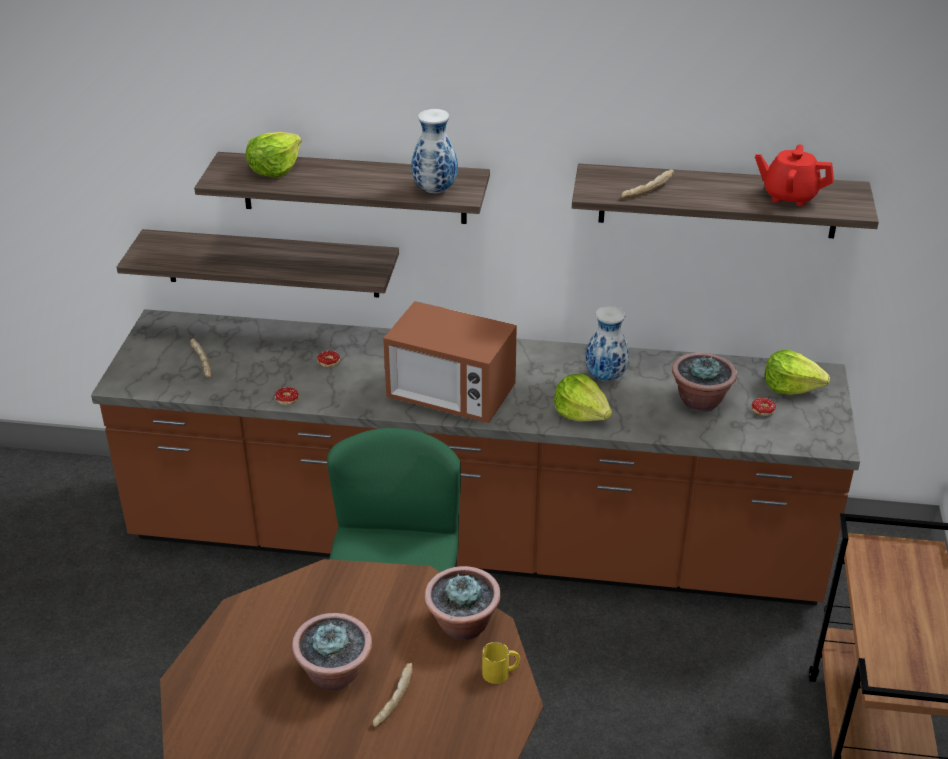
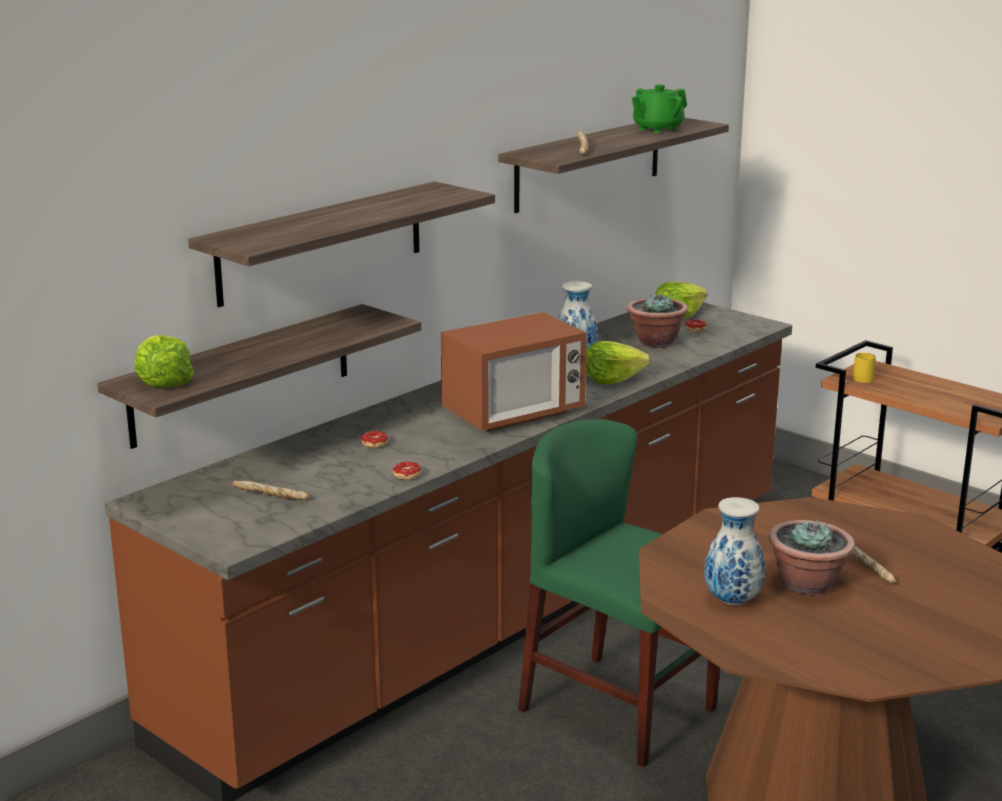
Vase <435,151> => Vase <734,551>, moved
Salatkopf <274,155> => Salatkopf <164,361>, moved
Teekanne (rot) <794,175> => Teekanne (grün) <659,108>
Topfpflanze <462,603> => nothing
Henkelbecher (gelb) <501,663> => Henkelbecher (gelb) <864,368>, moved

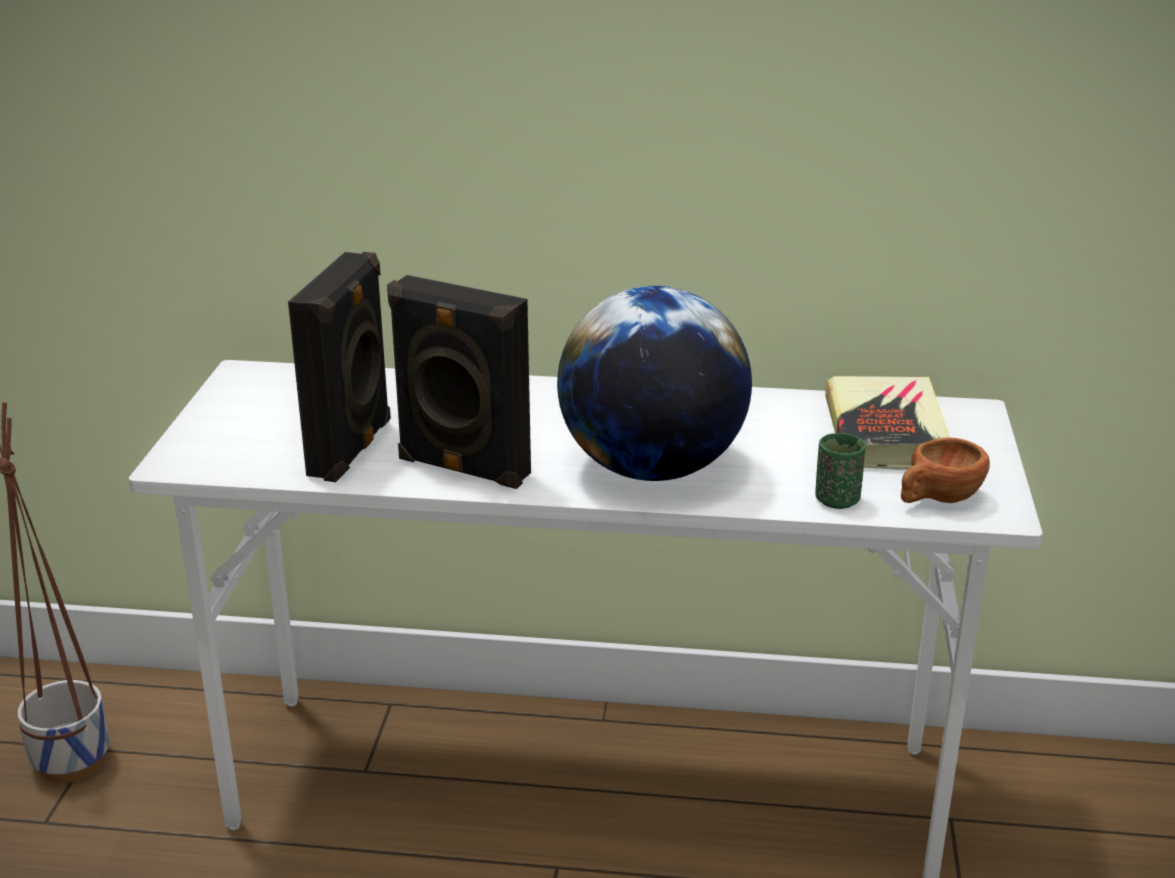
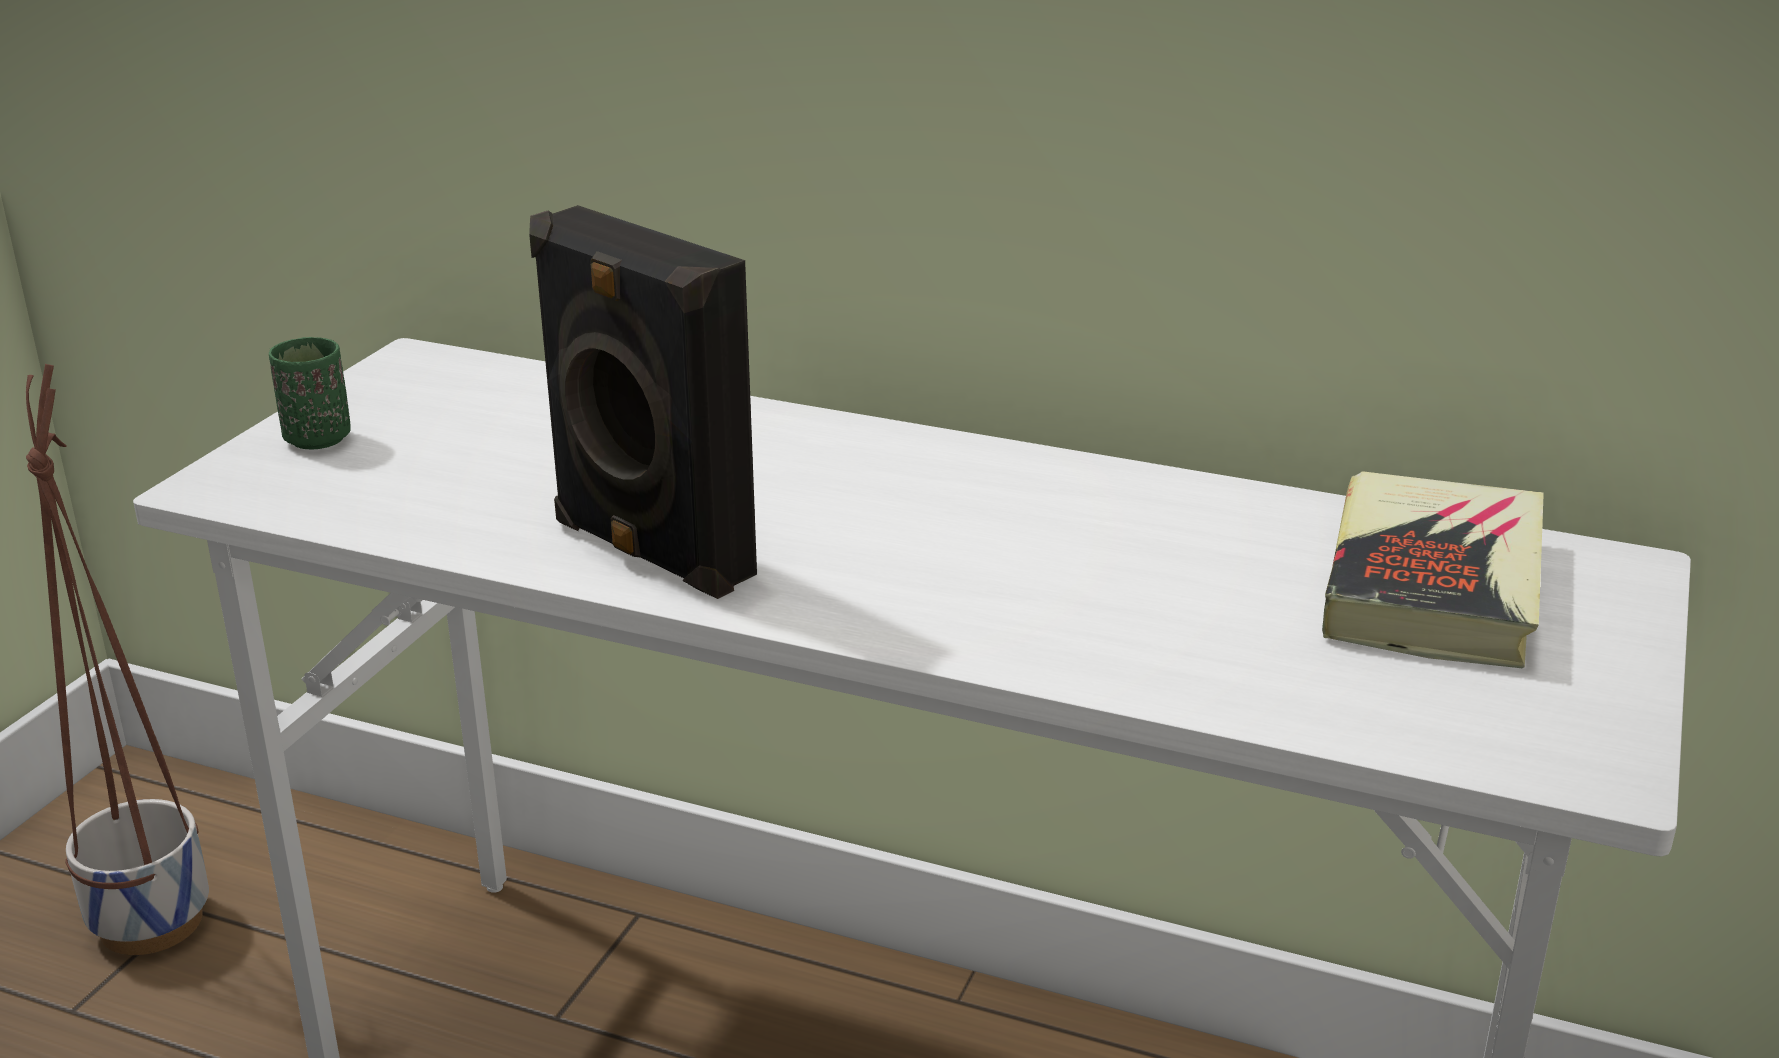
Lautsprecher (schwarz) <339,367> => nothing
Globus <654,383> => nothing
Tasse (grün) <840,471> => Tasse (grün) <309,393>, moved
Tasse (braun) <945,470> => nothing

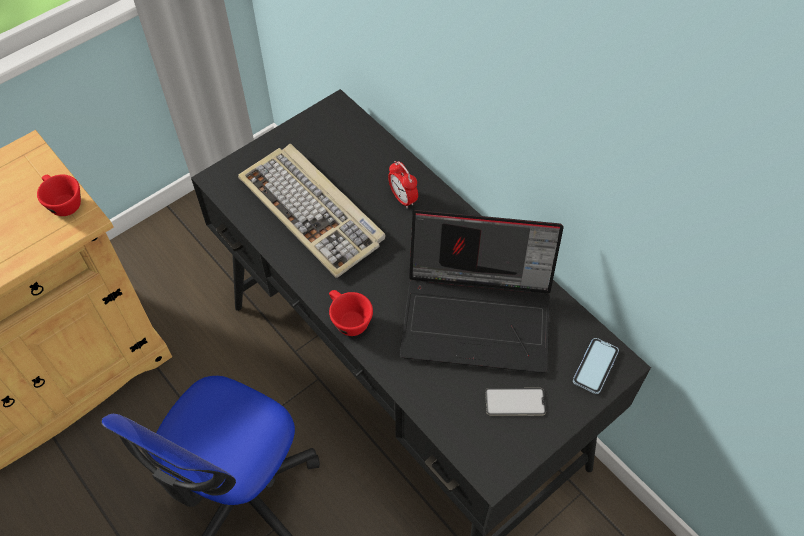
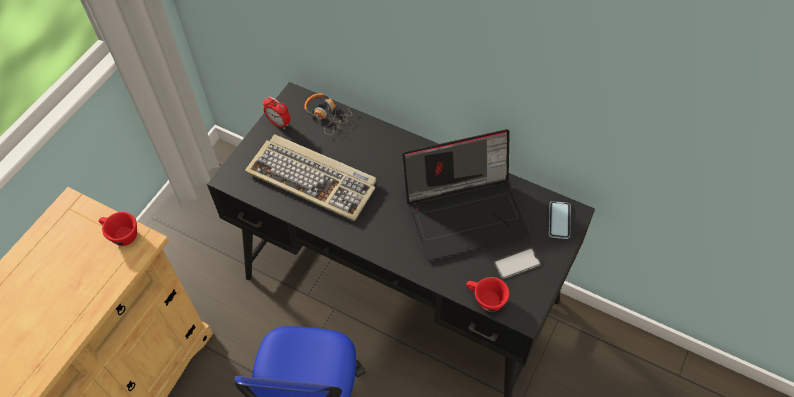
Wecker <403,184> => Wecker <277,113>, moved
Tasse (rot) <351,313> => Tasse (rot) <488,294>, moved
nothing => Kopfhörer <328,114>

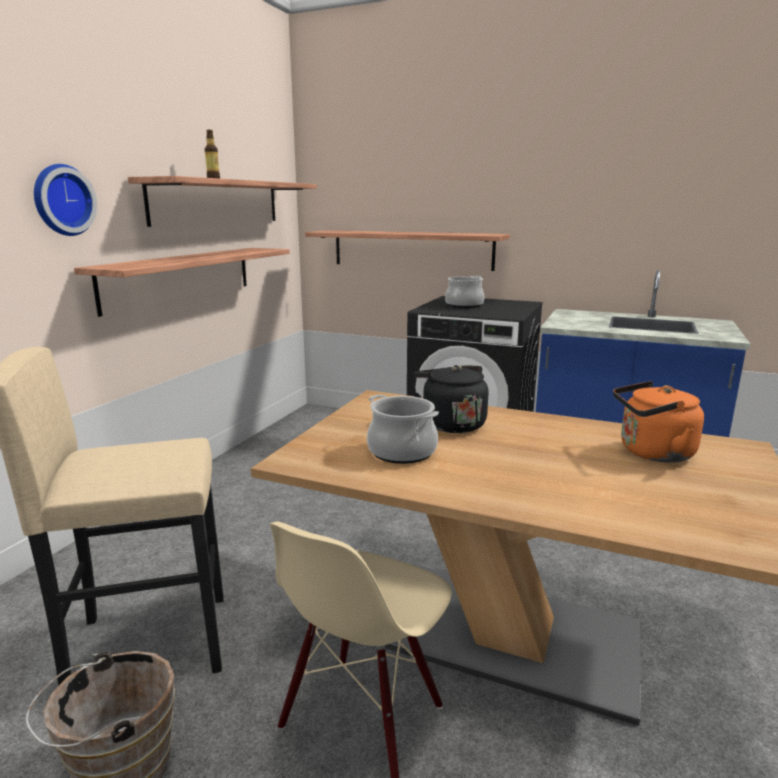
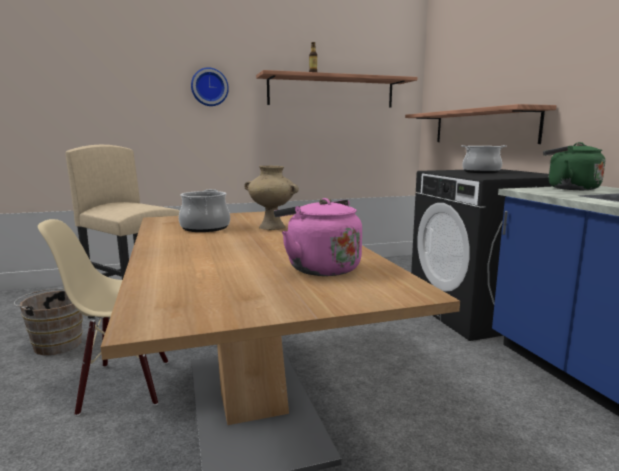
Wandregal <182,282> => nothing
Wasserkessel (schwarz) <451,399> => Vase (beige) <271,198>
Wasserkessel (orange) <658,422> => Wasserkessel (rosa) <318,237>
nothing => Wasserkessel (grün) <574,166>

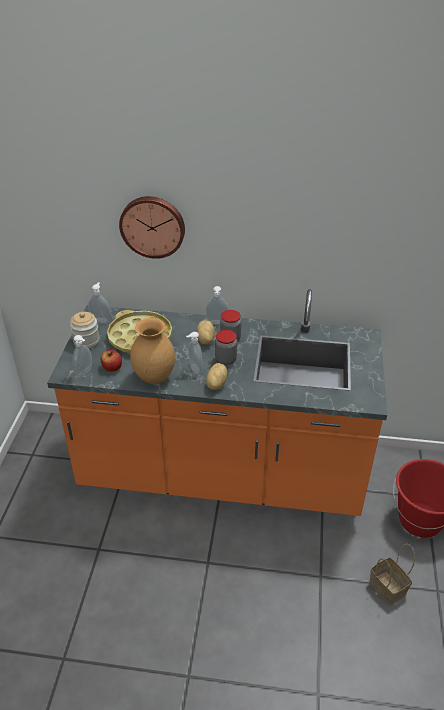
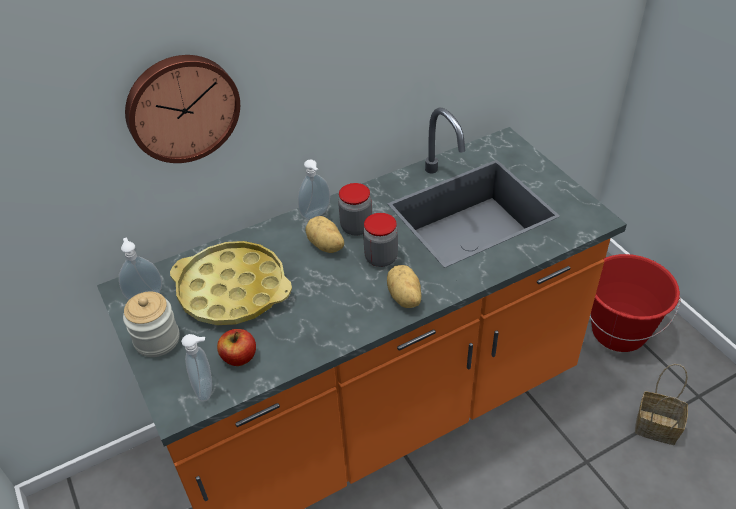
Vase (braun) <152,351> => nothing
Seifenspender <194,353> => nothing

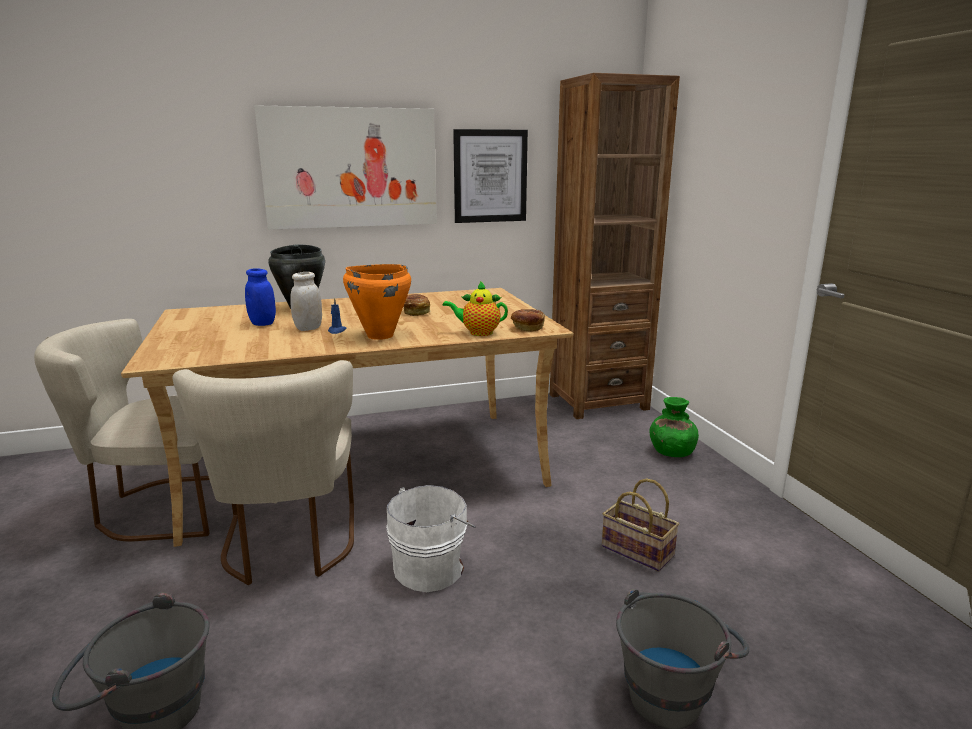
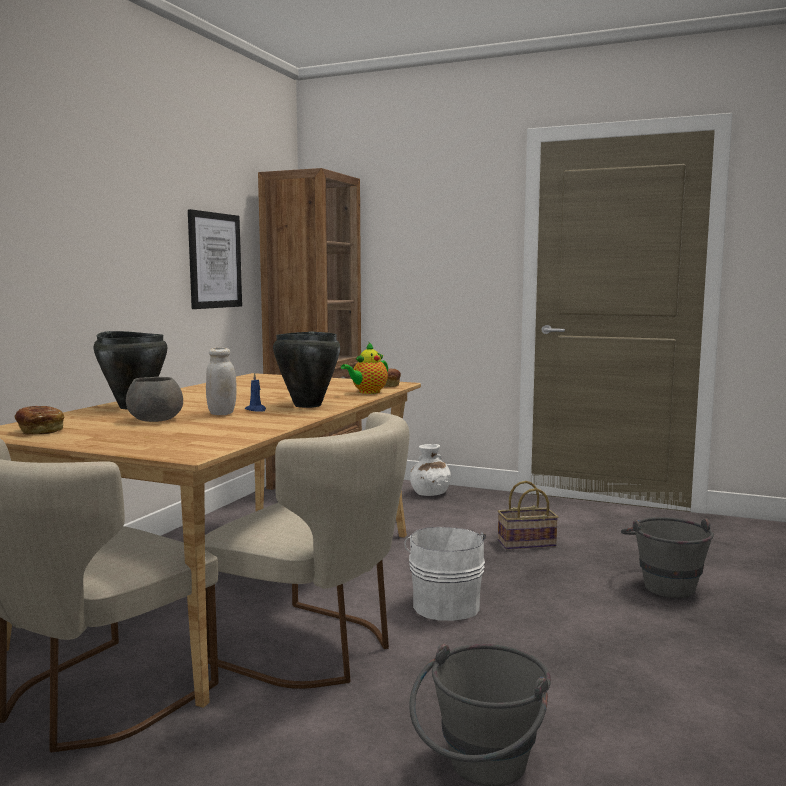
Bild <345,167> => nothing
Kochtopf (orange) <377,302> => Kochtopf (schwarz) <306,370>
Vorratsglas (blau) <260,297> => Schüssel (grau) <154,399>
Brot <417,305> => Brot <39,420>, moved
Vase (grün) <674,427> => Vase (weiß) <430,470>

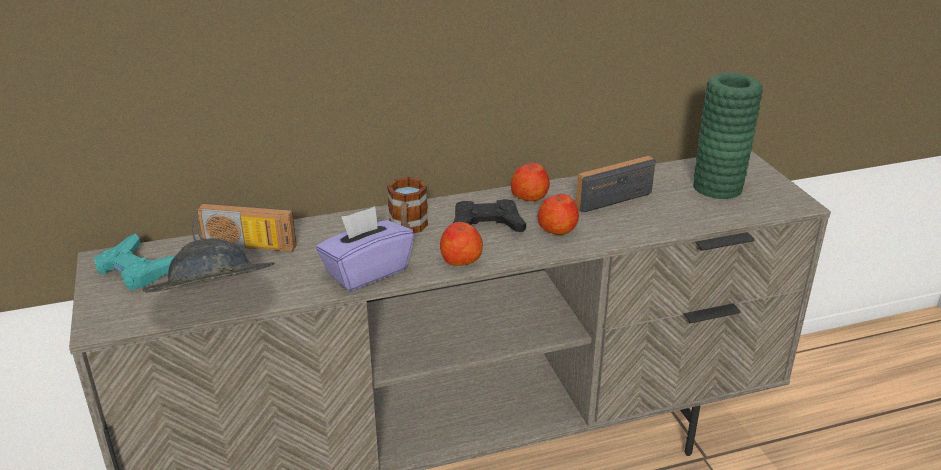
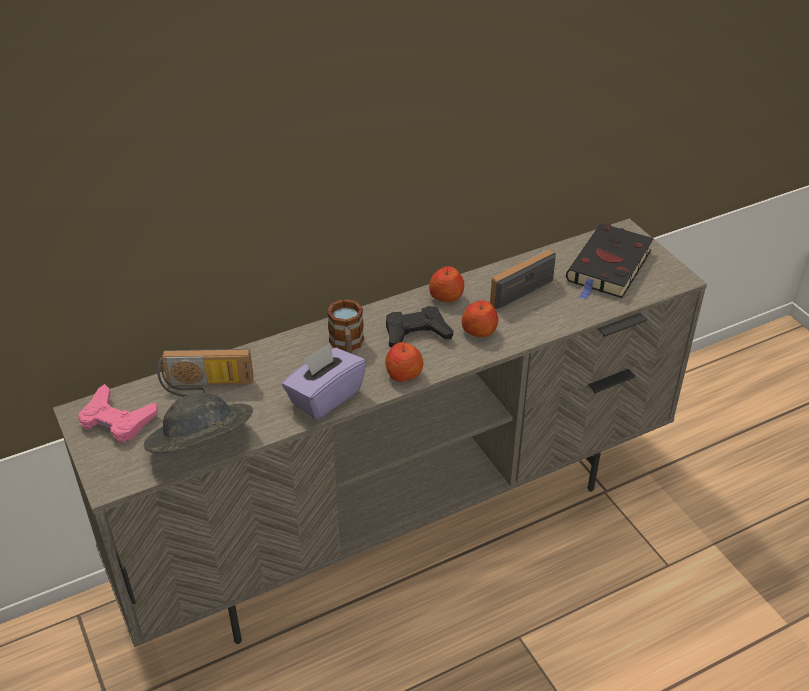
Vase (grün) <728,136> => Buch (schwarz) <610,261>
Gamepad (türkis) <135,261> => Gamepad (rosa) <118,413>

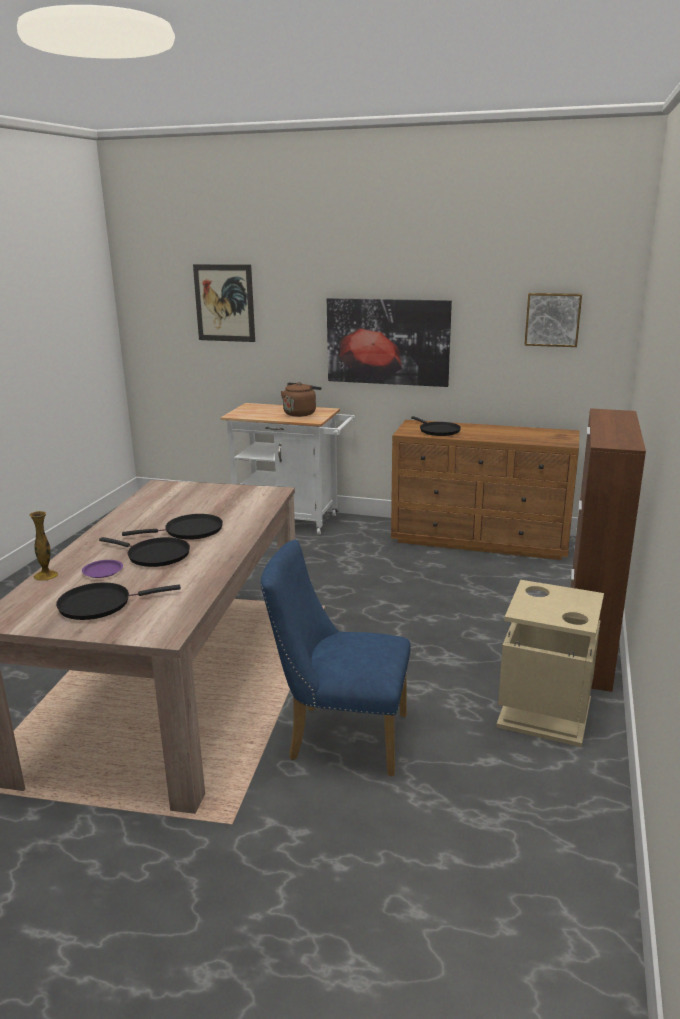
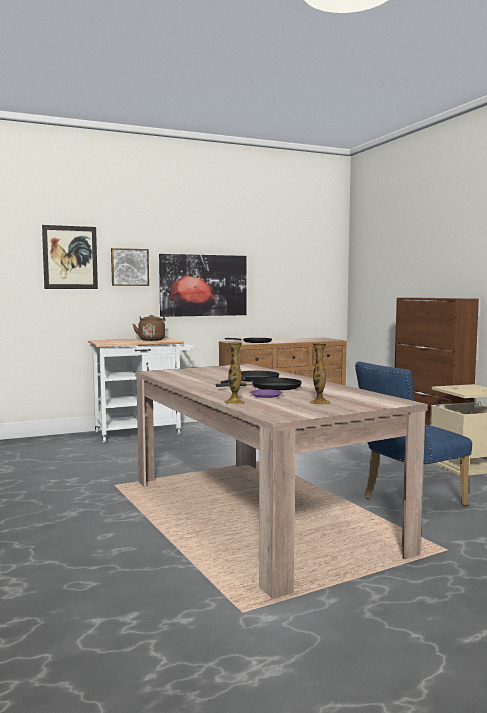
Bild <553,320> => Bild <130,267>, moved
Pfanne (schwarz) <118,601> => Vase <319,373>

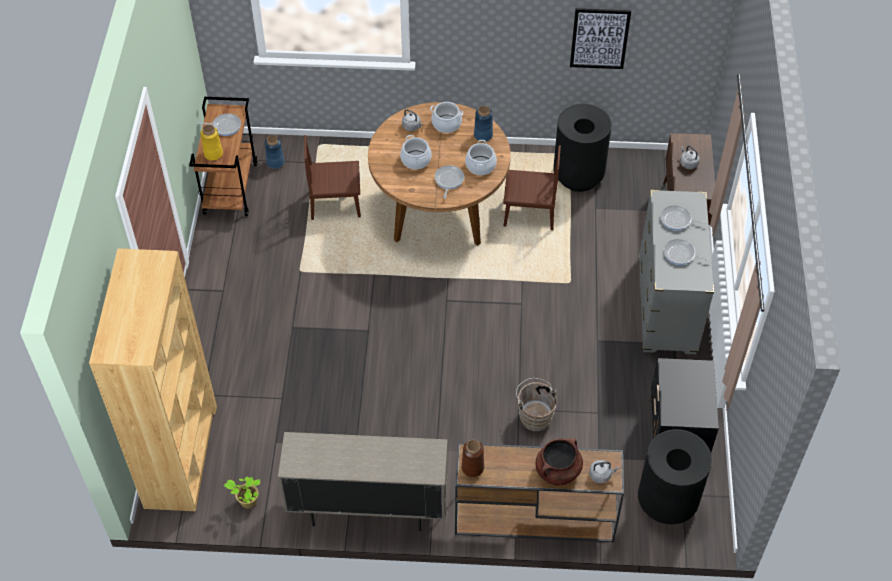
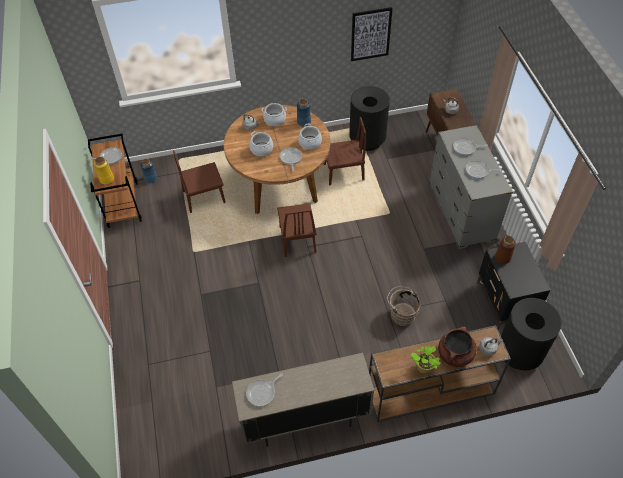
Bücherregal (braun) <153,379> => nothing
Vase (braun) <472,458> => Vase (braun) <505,250>, moved
Topfpflanze <242,492> => Topfpflanze <425,360>, moved
nothing => Stuhl (braun) <297,230>
nothing => Pfanne <264,390>

